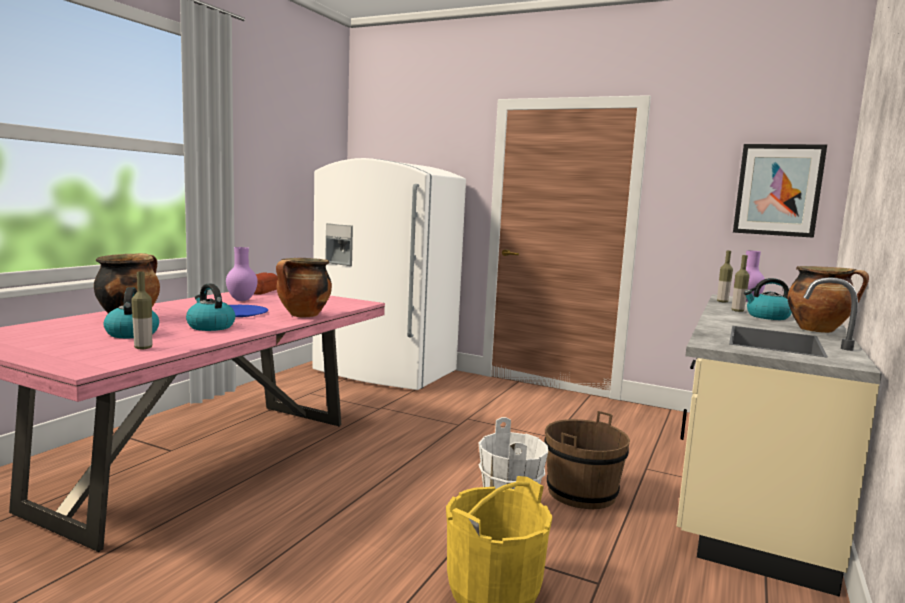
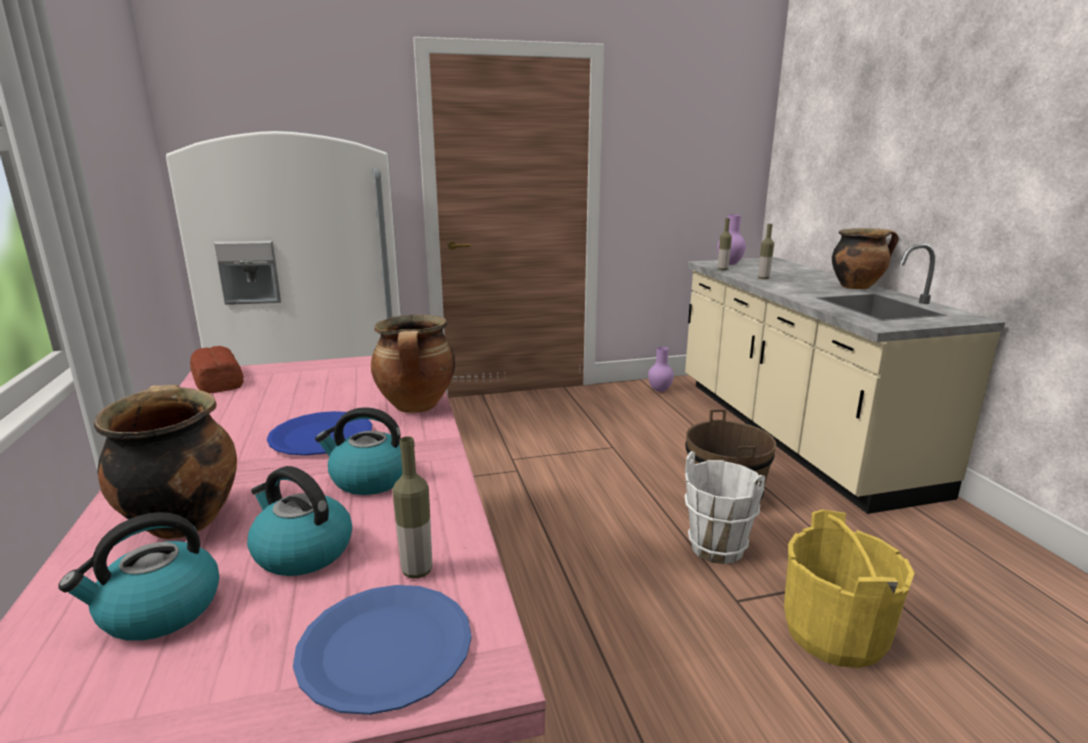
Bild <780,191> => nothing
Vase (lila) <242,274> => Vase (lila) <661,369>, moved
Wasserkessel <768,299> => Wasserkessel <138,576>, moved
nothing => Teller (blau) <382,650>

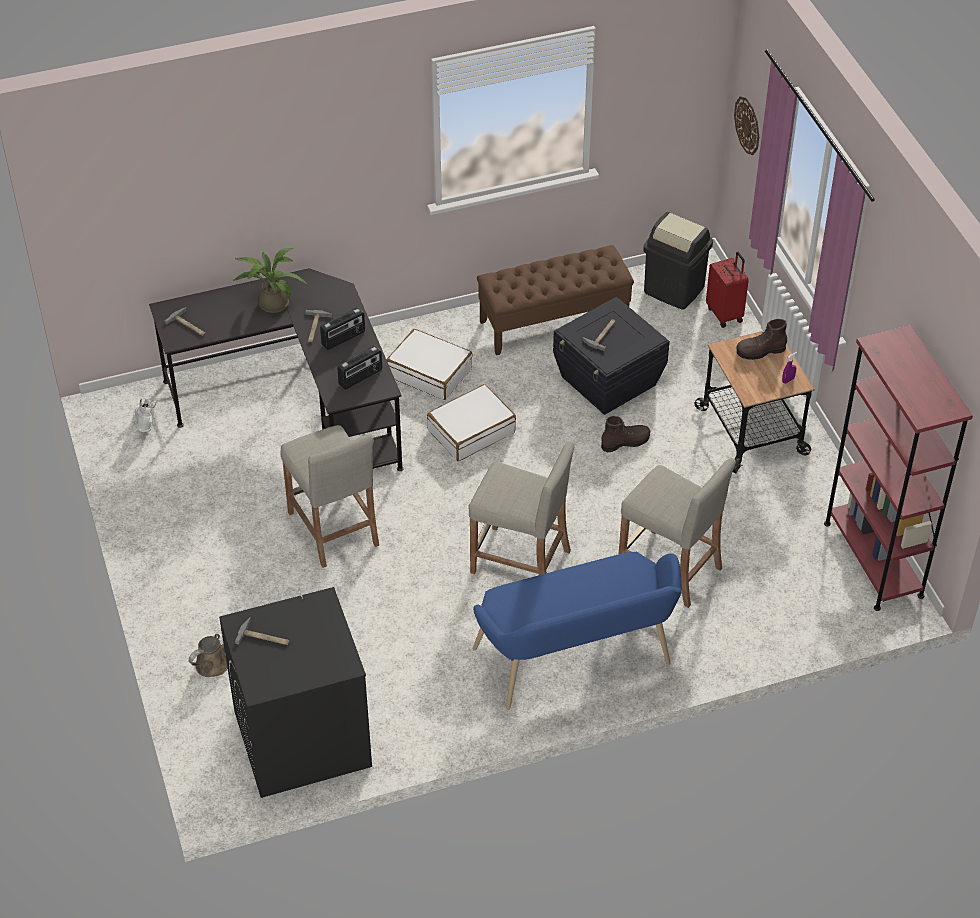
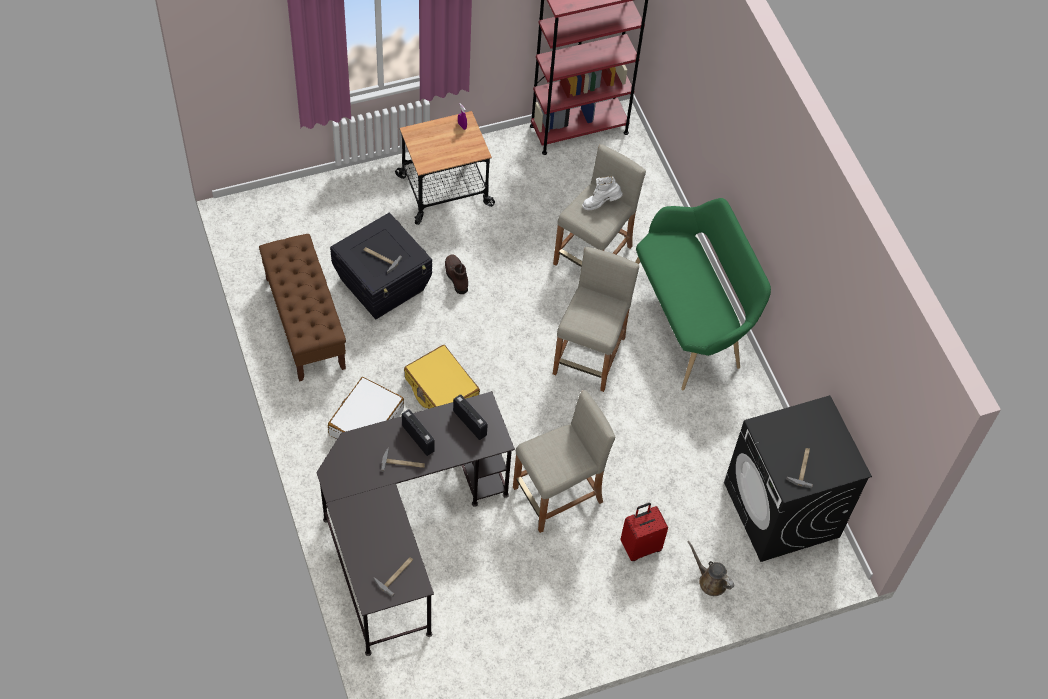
Wanduhr <746,125> => nothing
Mülleimer (schwarz) <678,261> => nothing
Topfpflanze <271,280> => nothing
Koffer (rot) <727,290> => Koffer (rot) <644,532>, moved
Stiefel (braun) <762,339> => nothing
Koffer (weiß) <471,422> => Koffer (gelb) <442,377>
Stiefel (weiß) <144,415> => Stiefel (weiß) <603,193>, moved
Bank (blau) <577,630> => Bank (grün) <703,294>

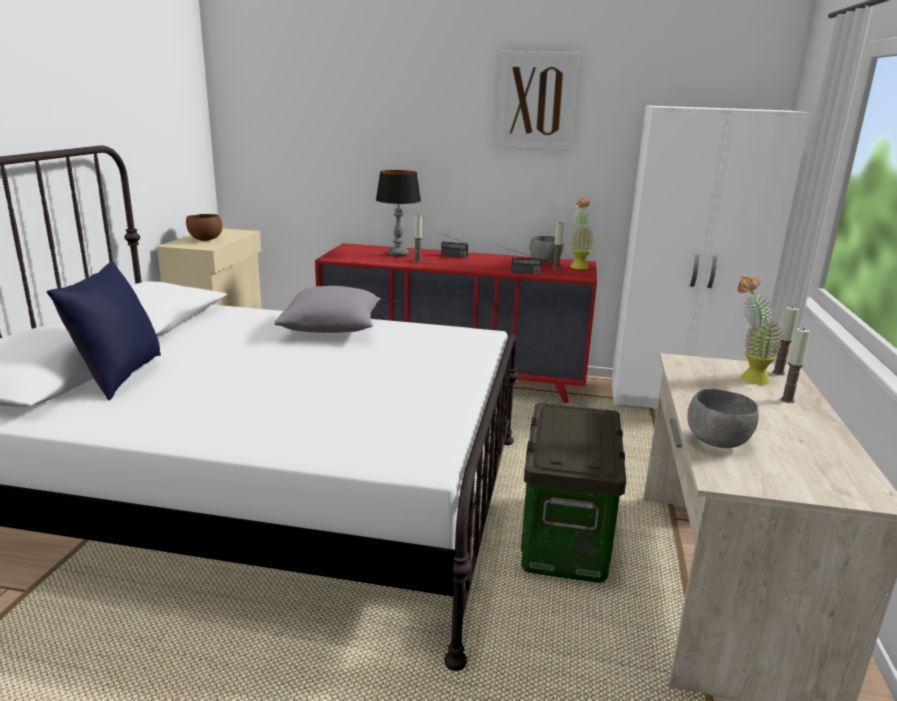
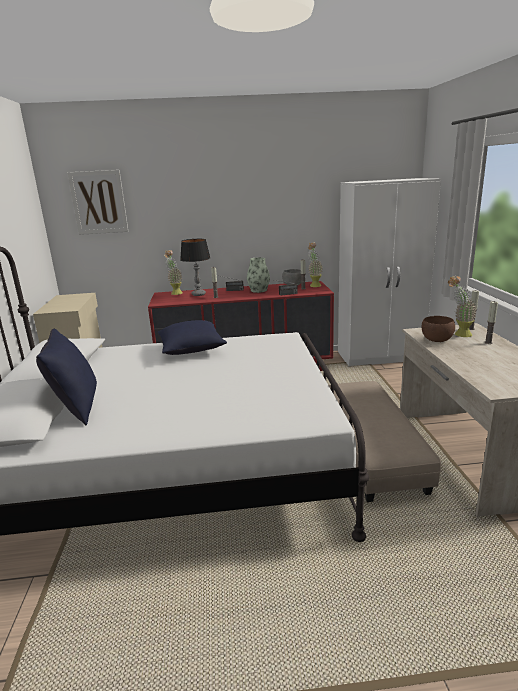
Bild <537,101> => Bild <98,202>, moved
Schüssel (braun) <204,227> => Schüssel (braun) <438,329>, moved
Kissen (grau) <327,309> => Kissen (blau) <192,337>
Schüssel (grau) <723,418> => nothing
Aufbewahrungsbox <573,493> => Polsterhocker (beige) <385,441>
nothing => Topfpflanze <173,272>
nothing => Vase <258,275>

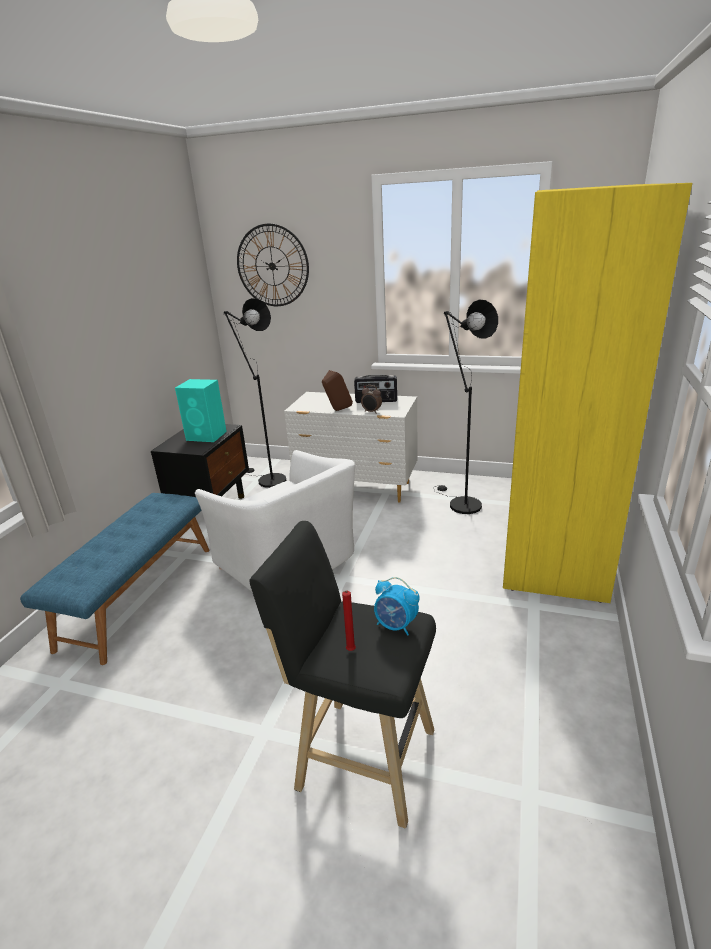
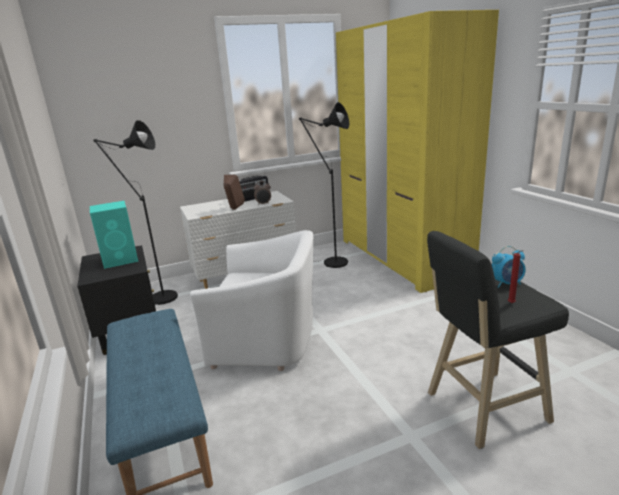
Wanduhr <273,265> => nothing

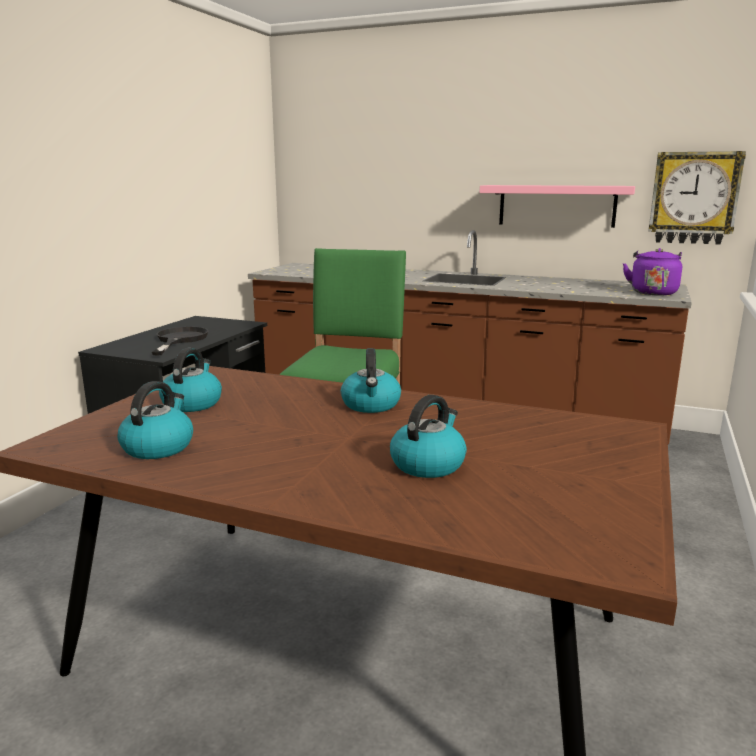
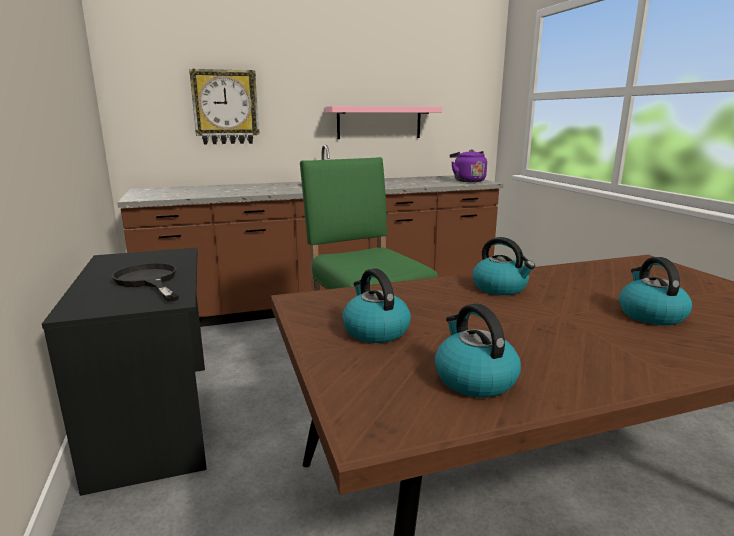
Wanduhr <697,198> => Wanduhr <224,106>, moved

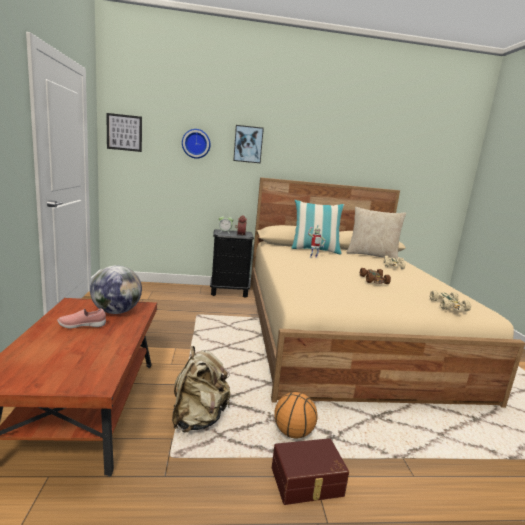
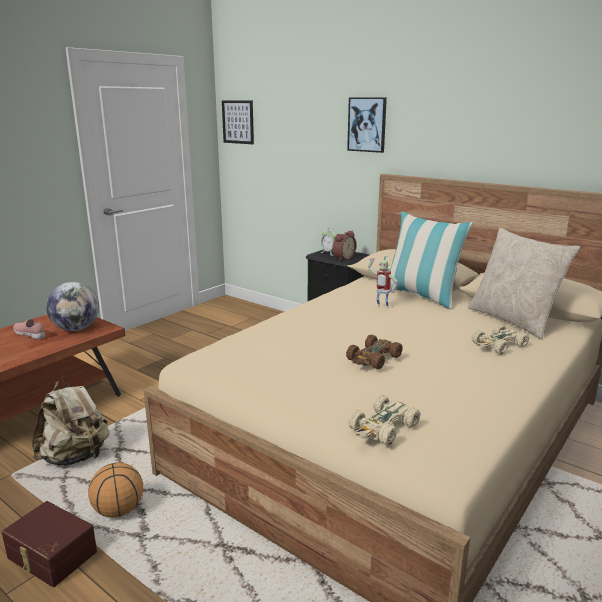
Wanduhr <196,144> => nothing

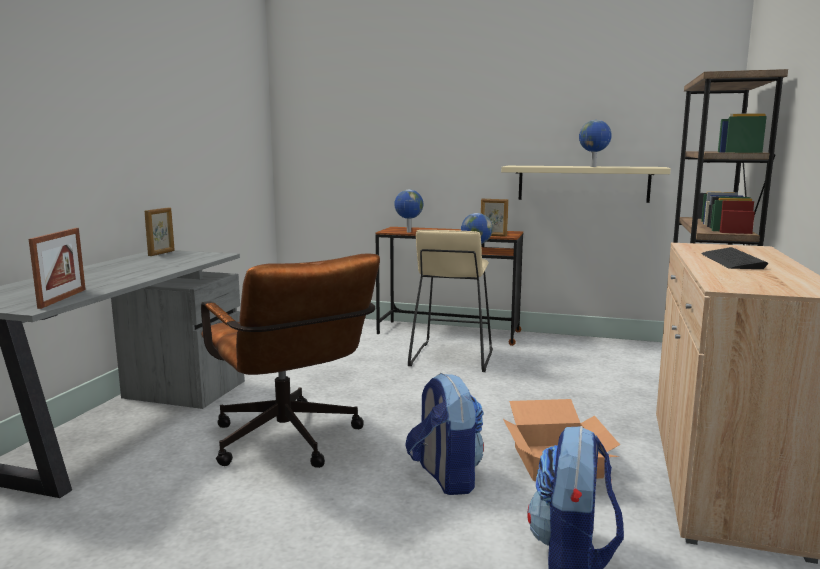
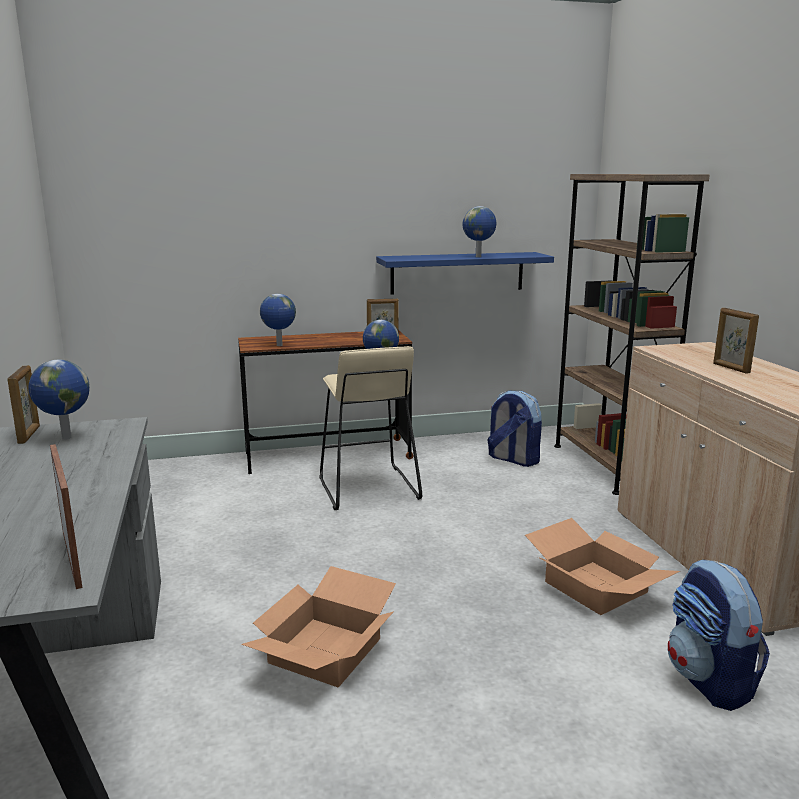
Wandregal (beige) <586,184> => Wandregal (blau) <465,273>
Tastatur <735,258> => Bilderrahmen <736,341>
Bürostuhl (braun) <290,361> => Karton <318,626>
Rucksack <444,434> => Rucksack <514,428>, moved
nothing => Globus <59,400>

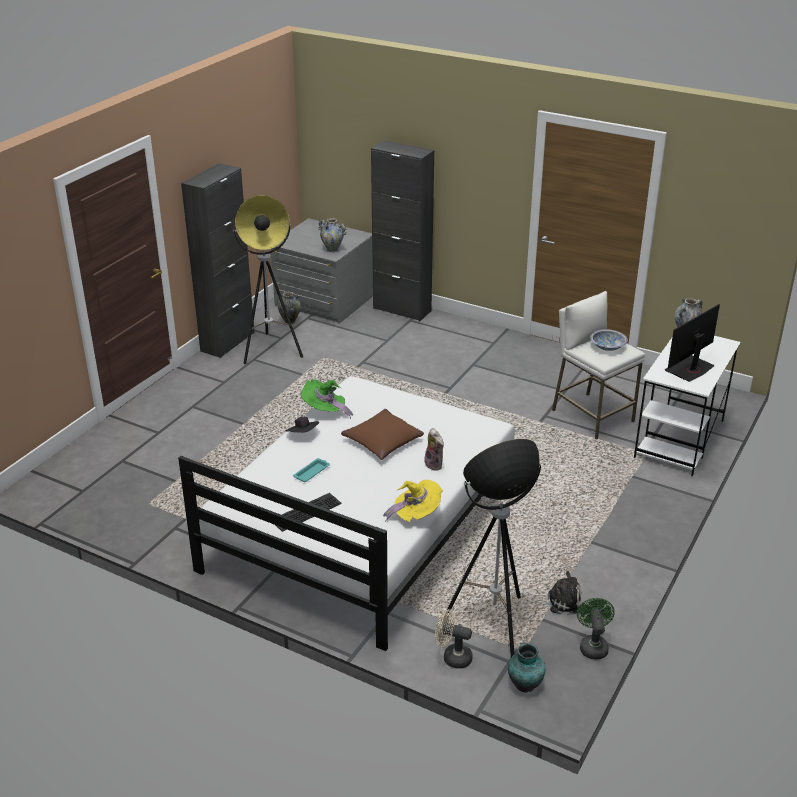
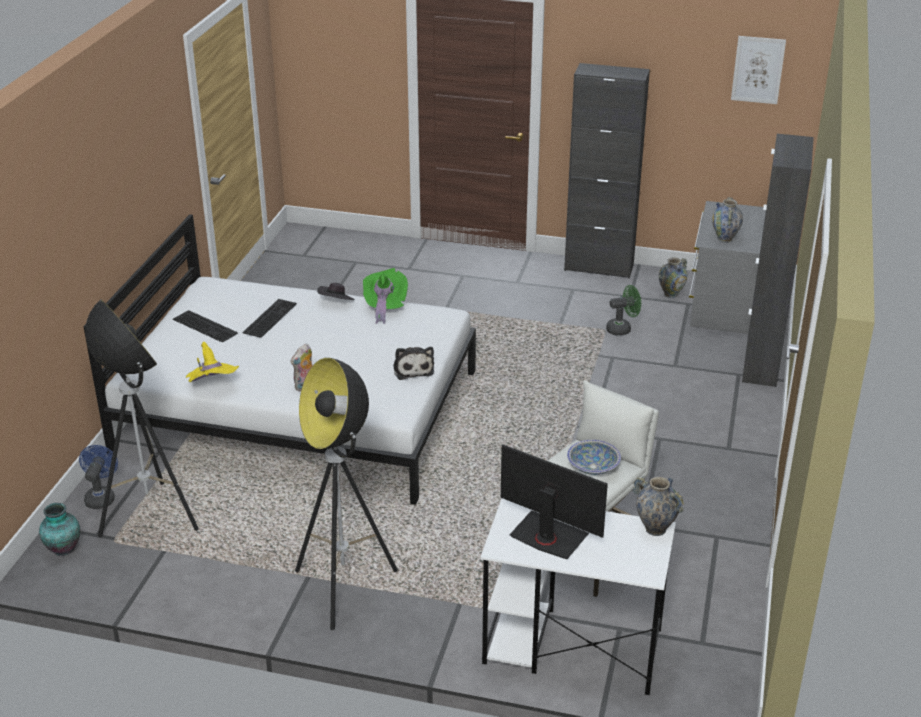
Stehlampe <268,279> => Stehlampe <346,494>, moved
Kissen (braun) <382,434> => nothing
Tablett (türkis) <311,470> => Tastatur <270,318>
Plüschtier <558,593> => Plüschtier <413,363>, moved
Ventilator (grün) <595,628> => Ventilator (grün) <623,310>, moved
Ventilator (beige) <454,639> => Ventilator (blau) <98,477>
nothing => Bild <758,70>

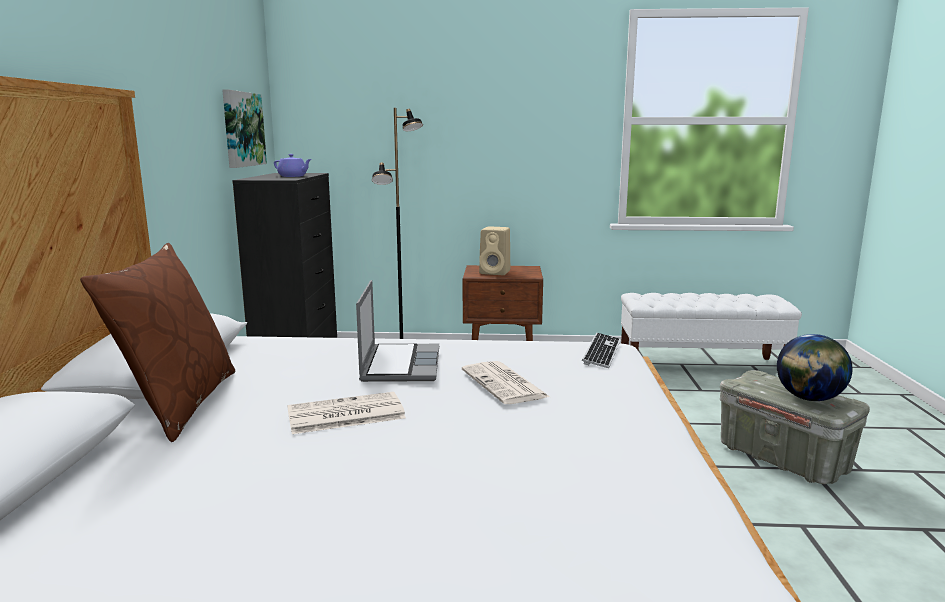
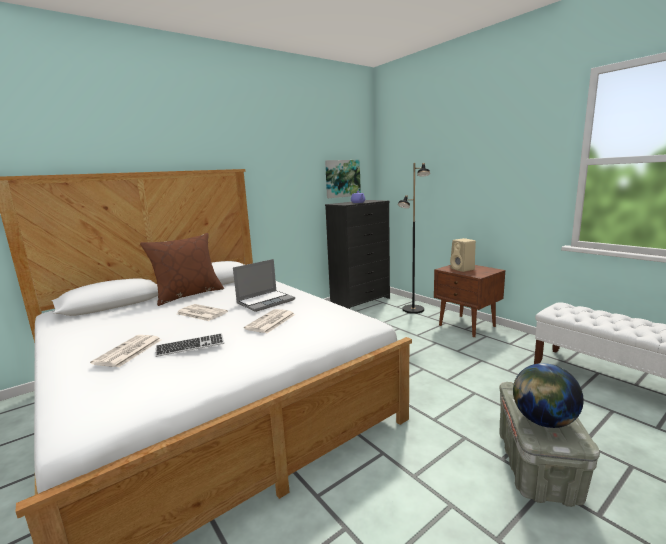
Tastatur <601,350> => Tastatur <189,345>, moved
nothing => Zeitung <126,351>

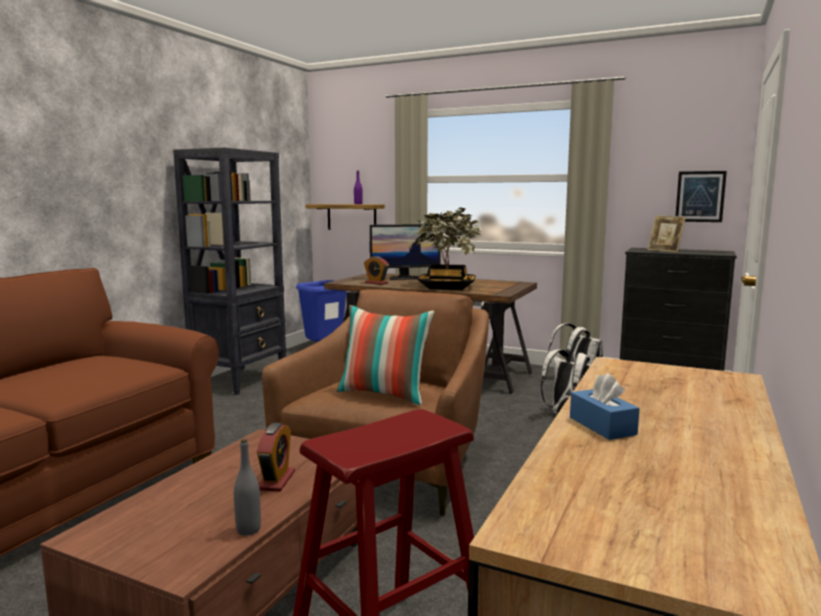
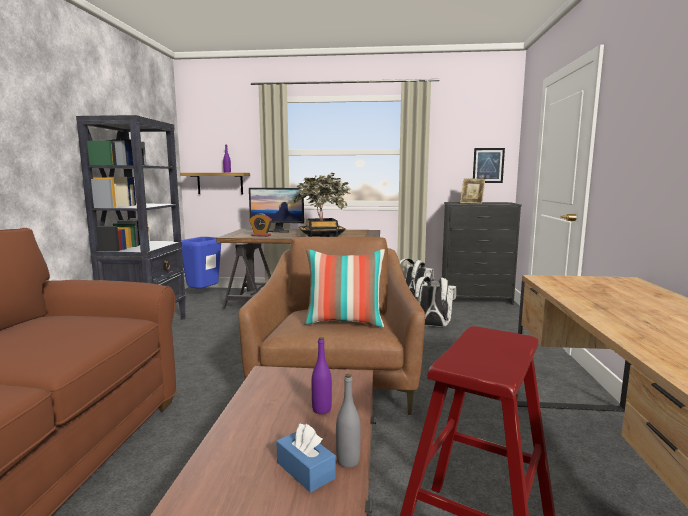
Monitor <405,252> => Monitor <276,210>, 45 degrees clockwise
Taschentuchbox (blau) <605,406> => Taschentuchbox (blau) <306,458>, moved
Wecker <276,457> => Flasche (lila) <322,375>

